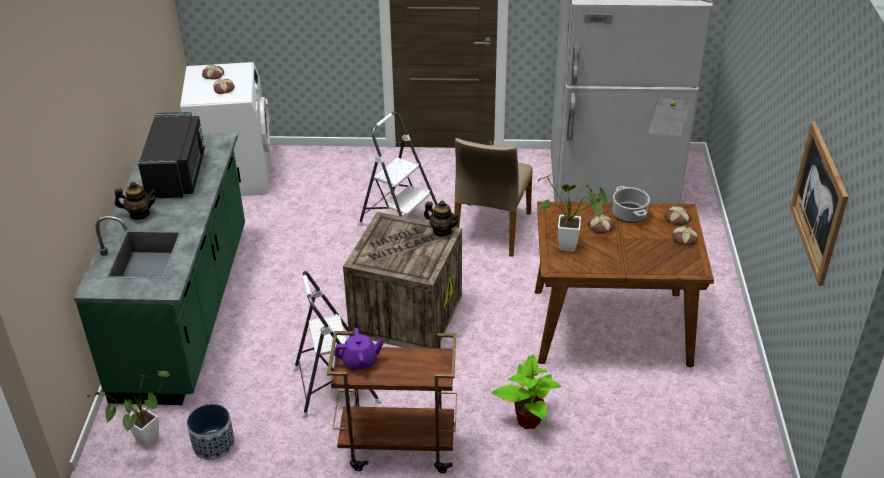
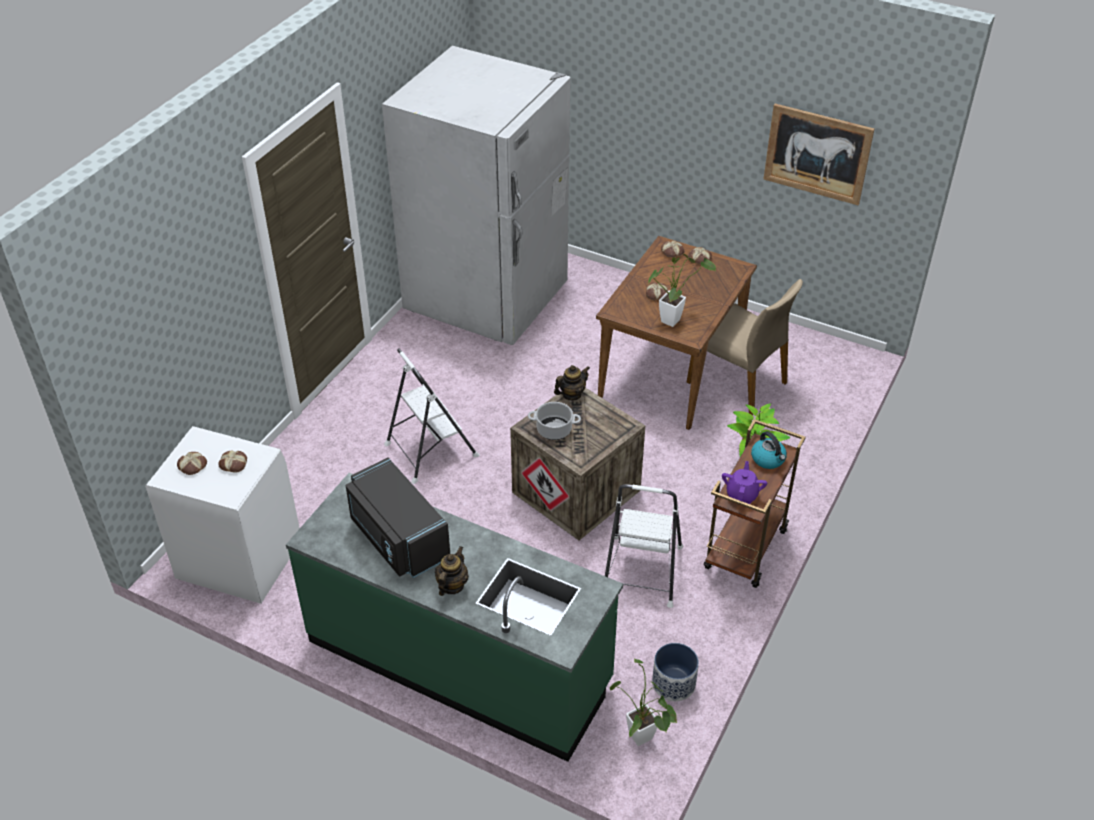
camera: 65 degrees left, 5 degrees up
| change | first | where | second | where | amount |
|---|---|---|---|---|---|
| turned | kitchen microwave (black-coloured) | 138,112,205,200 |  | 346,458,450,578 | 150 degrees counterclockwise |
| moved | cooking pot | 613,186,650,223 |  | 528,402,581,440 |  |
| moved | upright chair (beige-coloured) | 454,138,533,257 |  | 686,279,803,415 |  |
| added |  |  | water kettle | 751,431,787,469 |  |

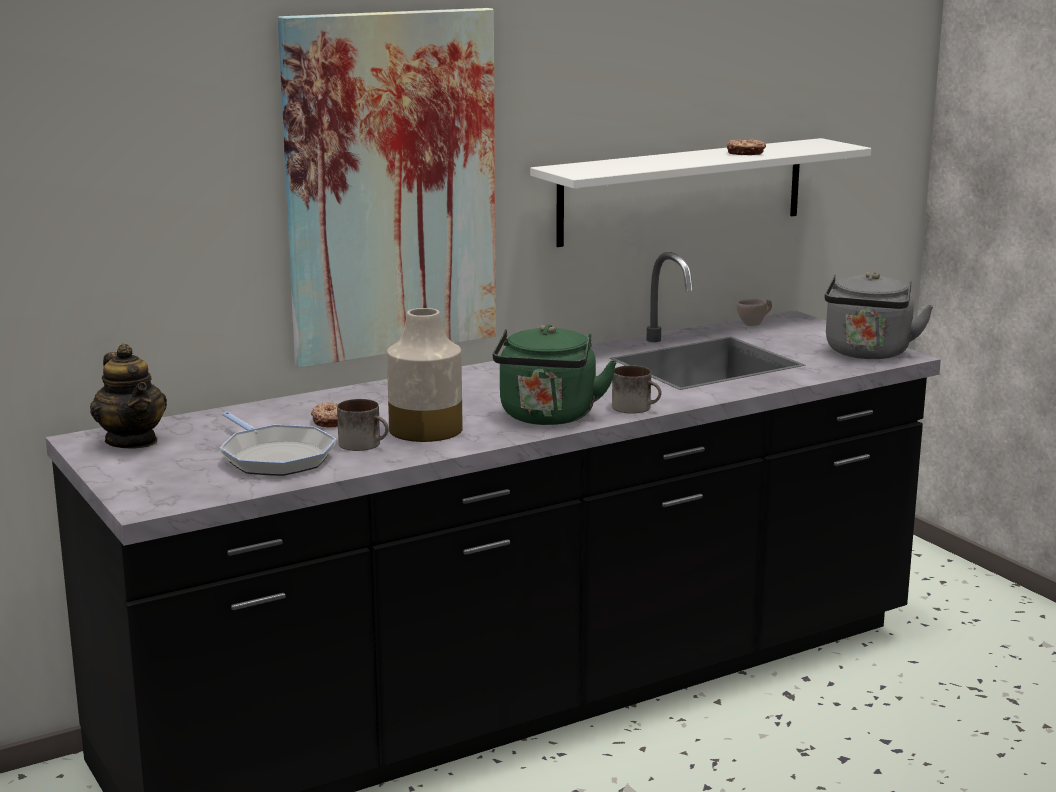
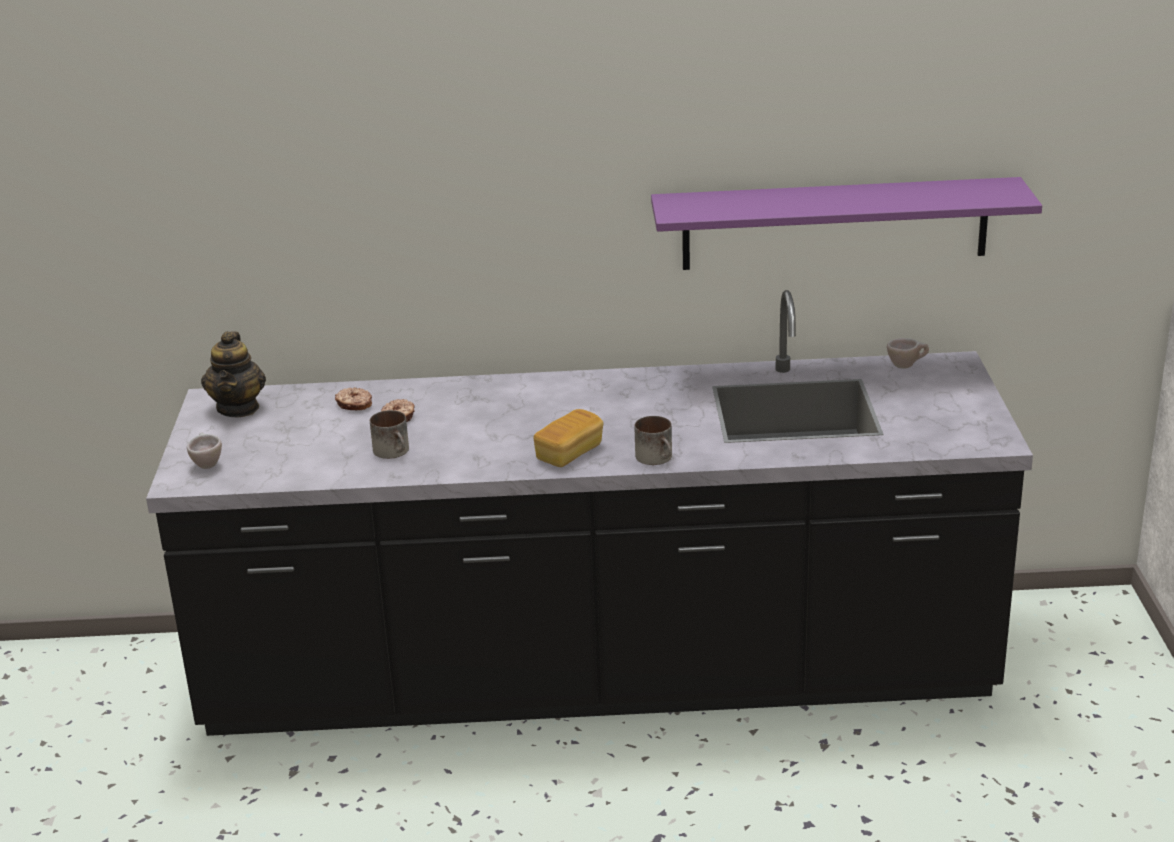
camera: 30 degrees right, 10 degrees up
| change | first | where | second | where | amount |
|---|---|---|---|---|---|
| added |  |  | drinking cup (beige-coloured) | 187,432,222,469 |  |
| moved | donut | 727,139,766,155 |  | 335,387,372,410 |  |
| replaced | water kettle (greenish) | 493,325,617,425 | bread | 533,409,604,467 |  |
| recoloured | wall shelf (white) | 530,138,871,247 | wall shelf (purplish) | 651,177,1042,270 |  |
| removed | frying pan | 220,412,336,476 |  |  |  |
| removed | wall art | 278,8,496,368 |  |  |  |
| removed | flower vase (beige-coloured) | 387,308,463,442 |  |  |  |
| removed | water kettle (gray) | 825,272,934,359 |  |  |  |

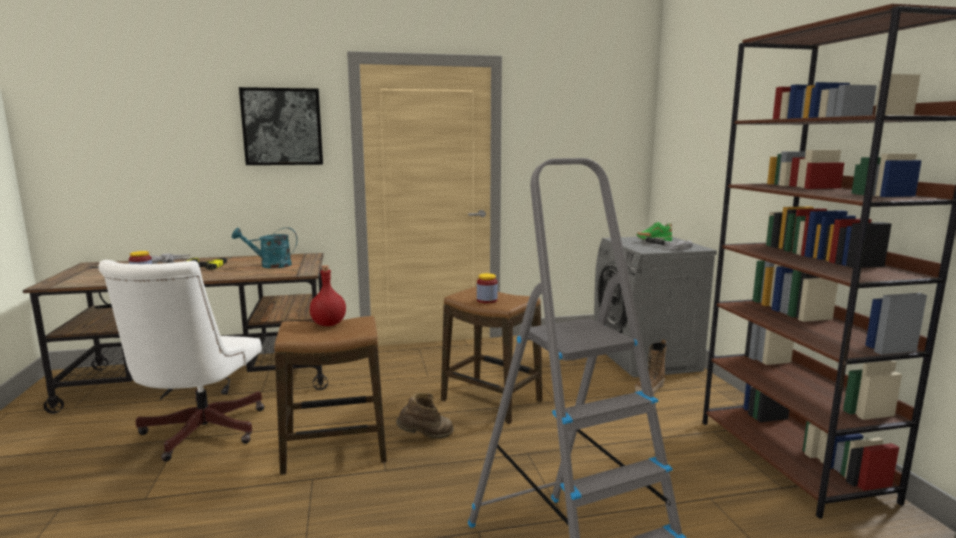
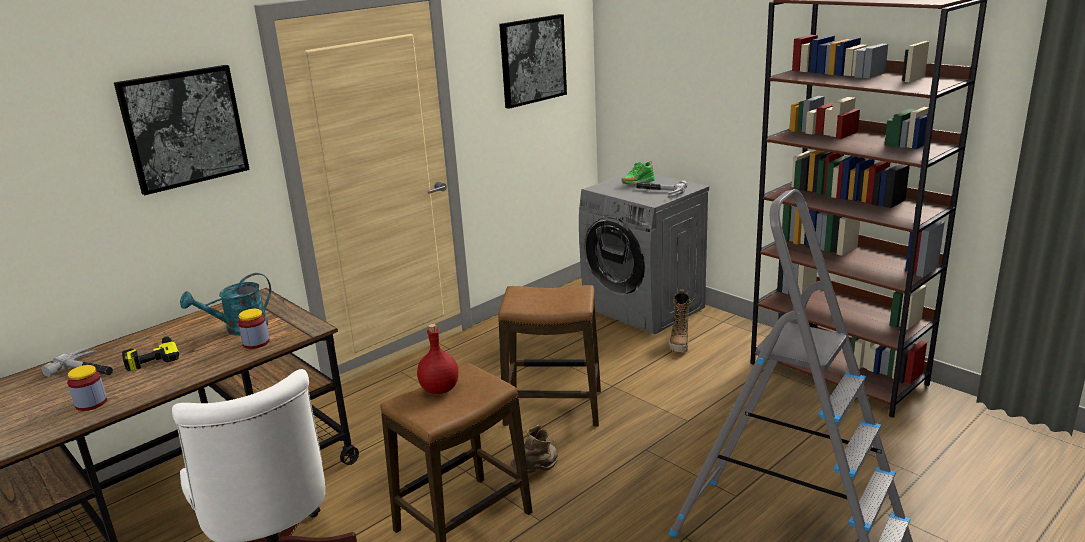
camera: 30 degrees left, 10 degrees up
| change | first | where | second | where | amount |
|---|---|---|---|---|---|
| moved | jar | 477,273,498,304 |  | 238,309,270,349 |  |
| added |  |  | wall art | 499,14,567,109 |  |

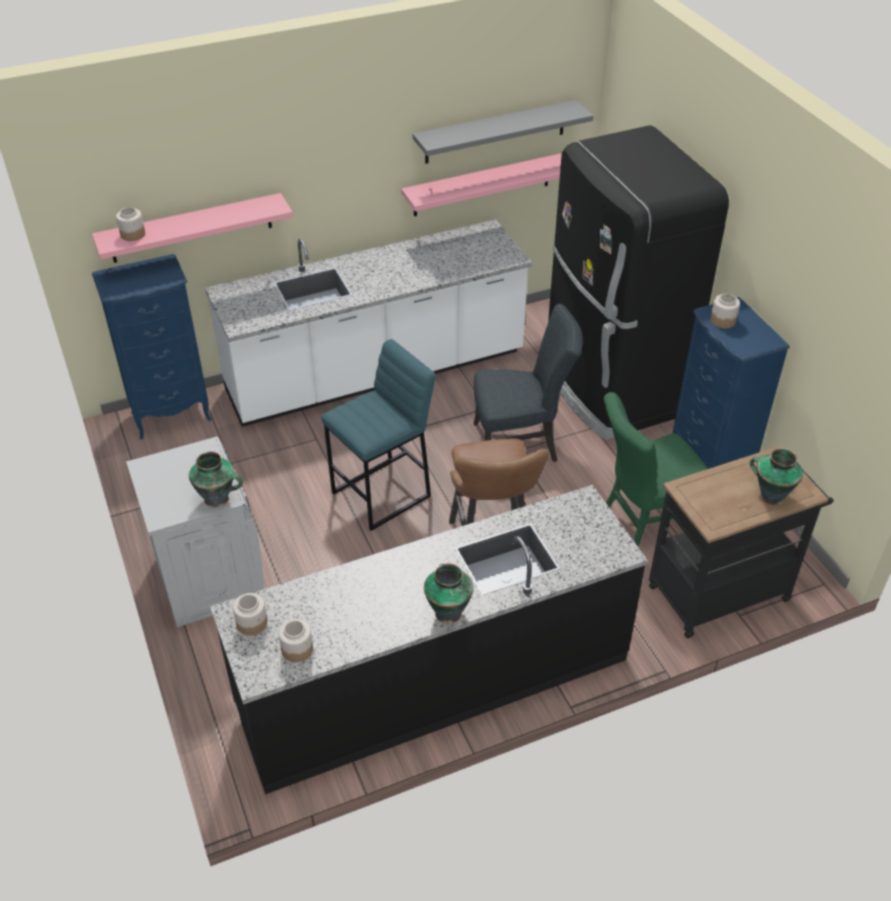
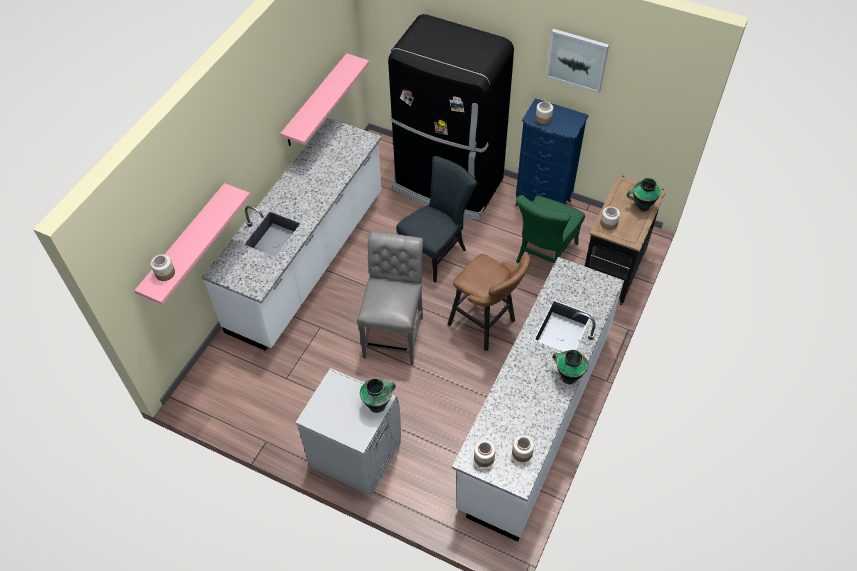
camera: 40 degrees left, 10 degrees up
| change | first | where | second | where | amount |
|---|---|---|---|---|---|
| replaced | stool (blue-green) | 322,339,435,531 | upright chair (gray) | 357,232,423,365 |  |
| recoloured | kitchen counter (black-coloured) | 210,485,648,794 | kitchen counter (white) | 452,257,624,542 |  |
| added |  |  | wall art | 546,29,609,93 |  |
| added |  |  | jar | 600,207,620,230 |  |
| removed | chest of drawers (blue-coloured) | 92,254,211,439 |  |  |  |
| removed | wall shelf (gray) | 413,100,593,164 |  |  |  |

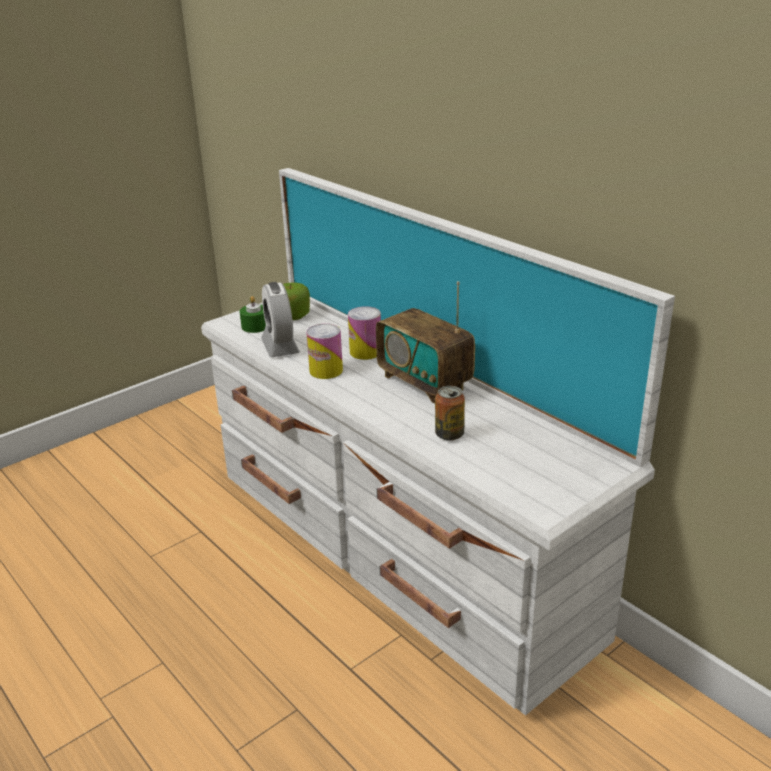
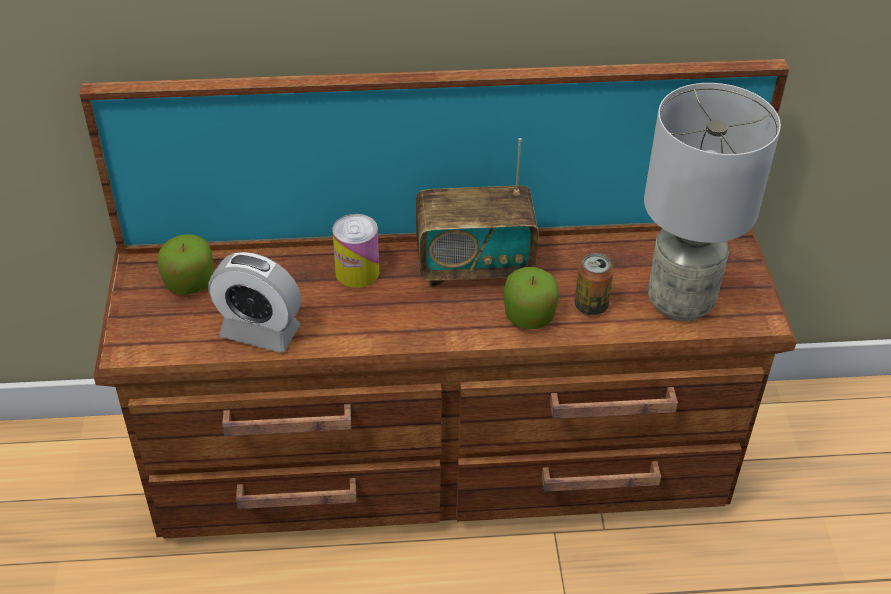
camera: 55 degrees left, 15 degrees up
| change | first | where | second | where | amount |
|---|---|---|---|---|---|
| recoloured | chest of drawers (white) | 201,168,675,716 | chest of drawers (brown-coloured) | 80,59,797,539 |  |
| added |  |  | whole apple | 504,267,559,329 |  |
| added |  |  | tabletop lamp (gray) | 644,83,781,321 |  |
| removed | wax candle (greenish) | 240,296,266,333 |  |  |  |
| removed | metal can | 306,324,343,379 |  |  |  |

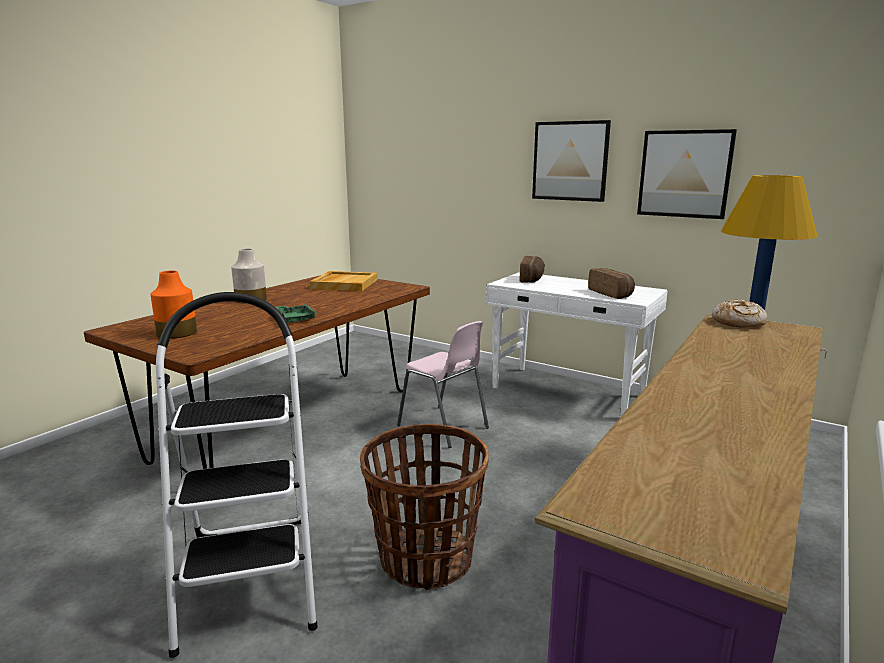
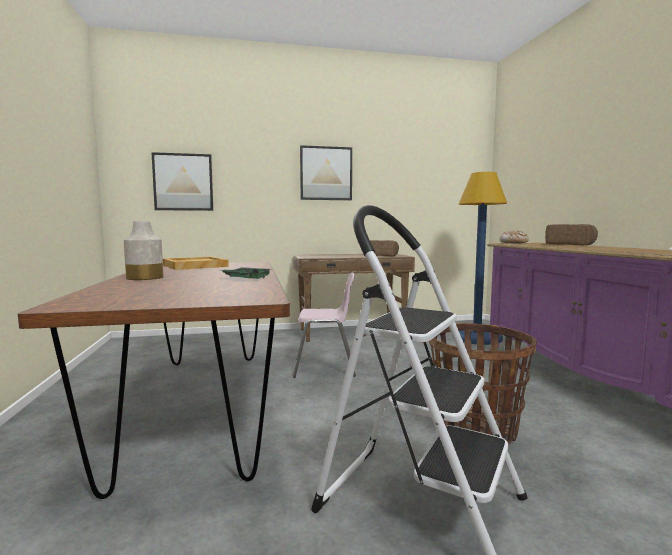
camera: 45 degrees left, 10 degrees down
| change | first | where | second | where | amount |
|---|---|---|---|---|---|
| moved | wall art | 637,129,737,219 |  | 151,152,213,211 |  |
| recoloured | hall table (white) | 485,272,668,417 | hall table (brown-coloured) | 293,254,415,342 |  |
| moved | bread | 520,256,545,283 |  | 545,224,598,245 |  |
| removed | flower vase (orange-coloured) | 150,270,197,339 |  |  |  |

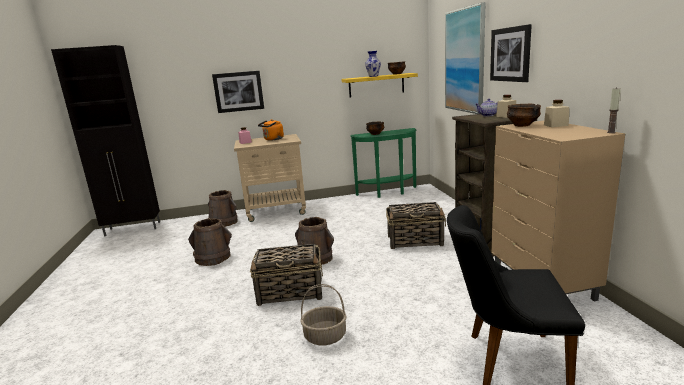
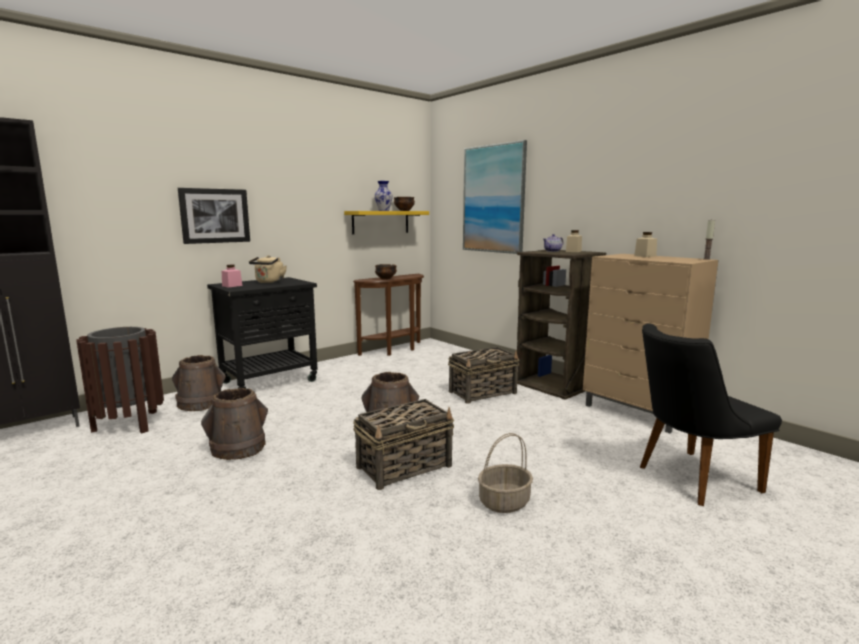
camera: 30 degrees left, 5 degrees down
| change | first | where | second | where | amount |
|---|---|---|---|---|---|
| added |  |  | trash can (brown-coloured) | 76,327,164,433 |  |
| recoloured | cart (beige-coloured) | 234,134,306,222 | cart (black-coloured) | 207,277,318,389 |  |
| recoloured | water kettle (orange-coloured) | 258,119,284,140 | water kettle (beige-coloured) | 249,255,287,283 |  |
| recoloured | hall table (greenish) | 350,128,416,198 | hall table (brown-coloured) | 353,274,424,356 |  |
| removed | wall art | 490,24,532,82 |  |  |  |
| removed | bowl | 507,104,541,127 |  |  |  |

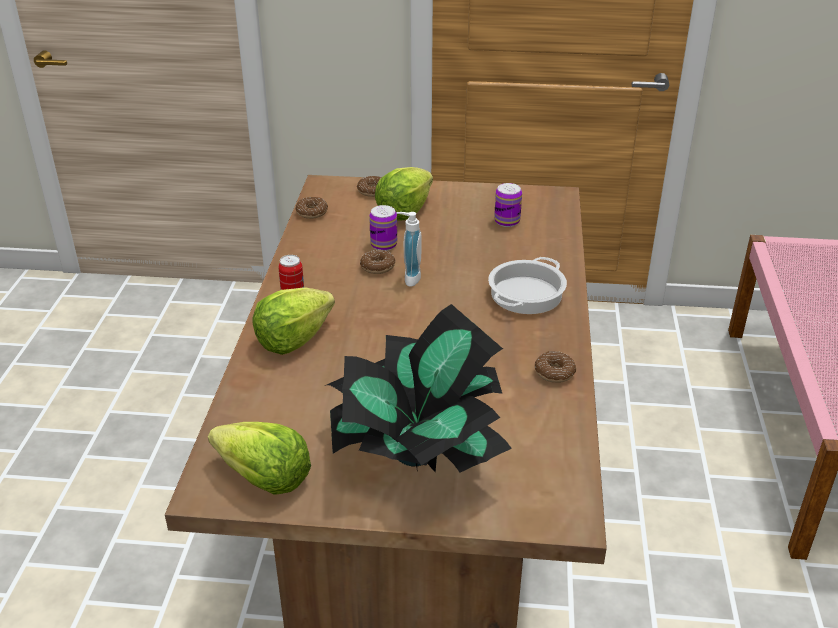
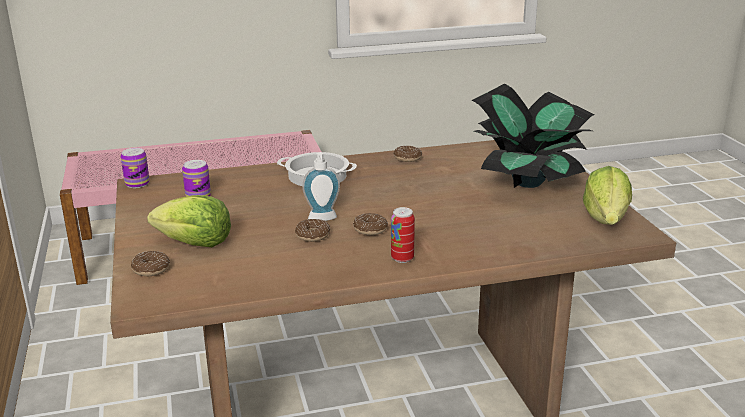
camera: 110 degrees left, 10 degrees down
| change | first | where | second | where | amount |
|---|---|---|---|---|---|
| moved | metal can | 369,205,397,251 |  | 121,148,149,188 |  |
| moved | donut | 295,197,328,219 |  | 353,213,388,235 |  |
| removed | head of lettuce | 253,287,335,355 |  |  |  |

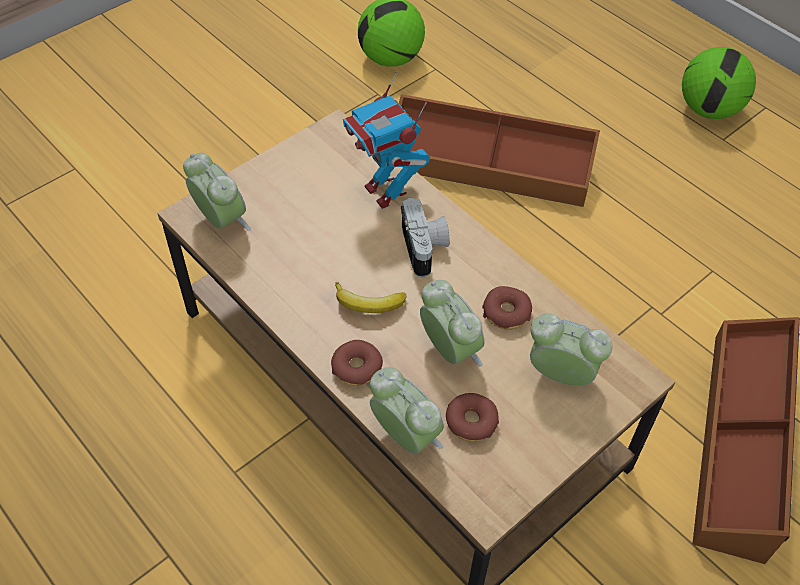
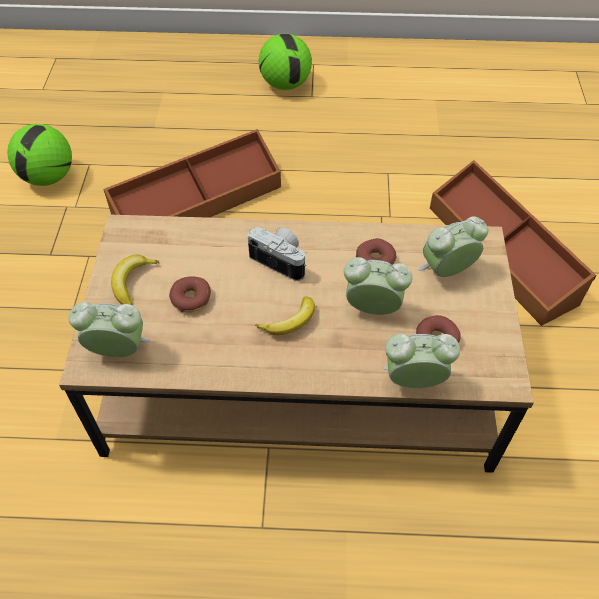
camera: 45 degrees left, 0 degrees up
| change | first | where | second | where | amount |
|---|---|---|---|---|---|
| added |  |  | banana | 111,255,159,305 |  |
| moved | donut | 331,340,383,386 |  | 169,276,211,312 |  |
| removed | toy robot | 343,71,430,209 |  |  |  |

